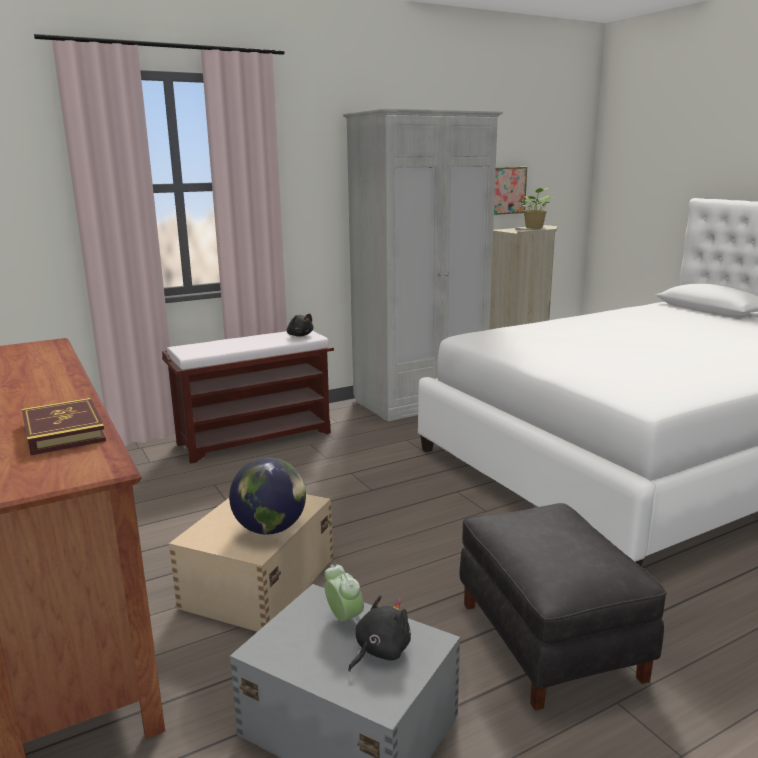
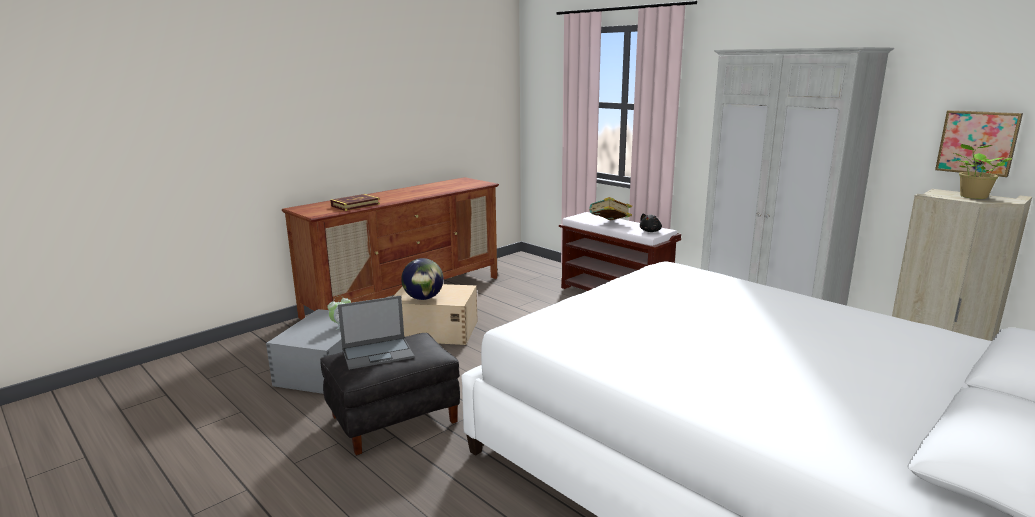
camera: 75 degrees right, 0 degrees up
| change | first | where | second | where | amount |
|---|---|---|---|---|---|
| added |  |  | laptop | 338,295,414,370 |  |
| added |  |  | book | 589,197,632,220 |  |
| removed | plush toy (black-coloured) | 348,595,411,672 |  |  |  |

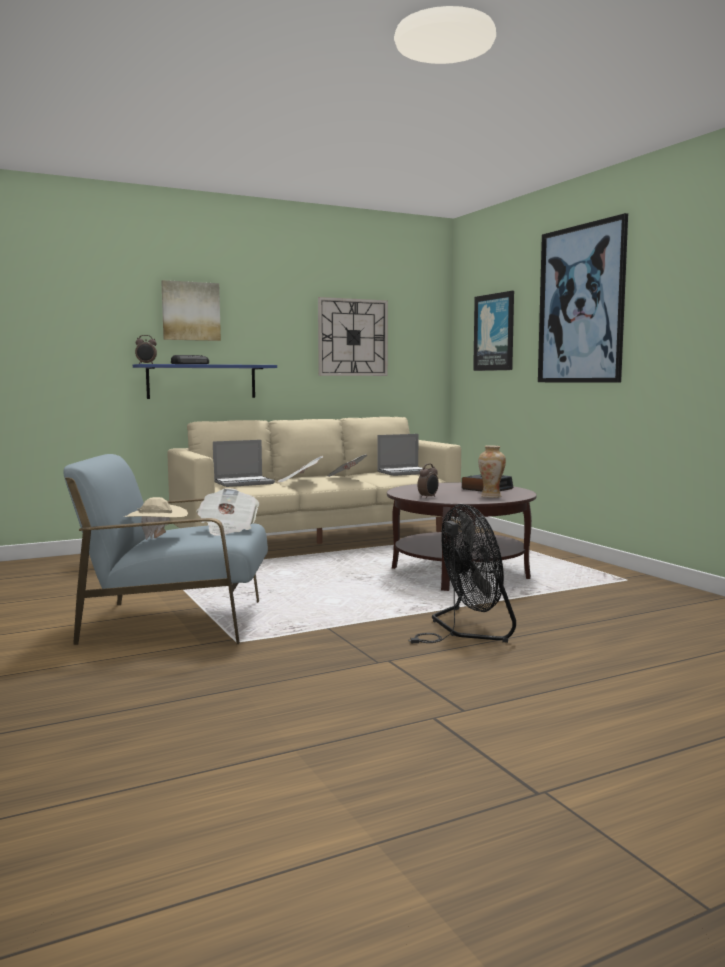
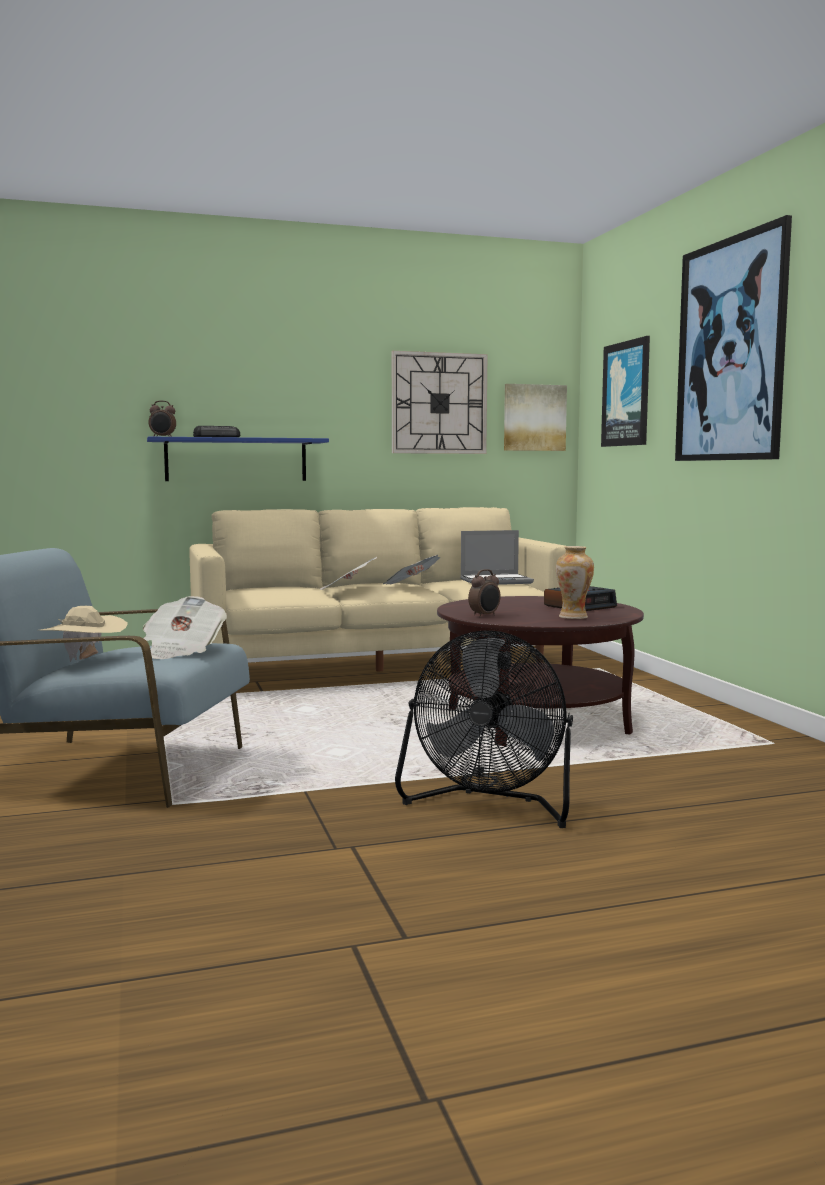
camera: 10 degrees right, 0 degrees up
| change | first | where | second | where | amount |
|---|---|---|---|---|---|
| turned | fan (black-coloured) | 408,504,516,643 |  | 395,630,573,828 | 120 degrees clockwise |
| moved | wall art | 161,280,221,341 |  | 504,384,567,451 |  |
| removed | laptop | 213,440,275,487 |  |  |  |

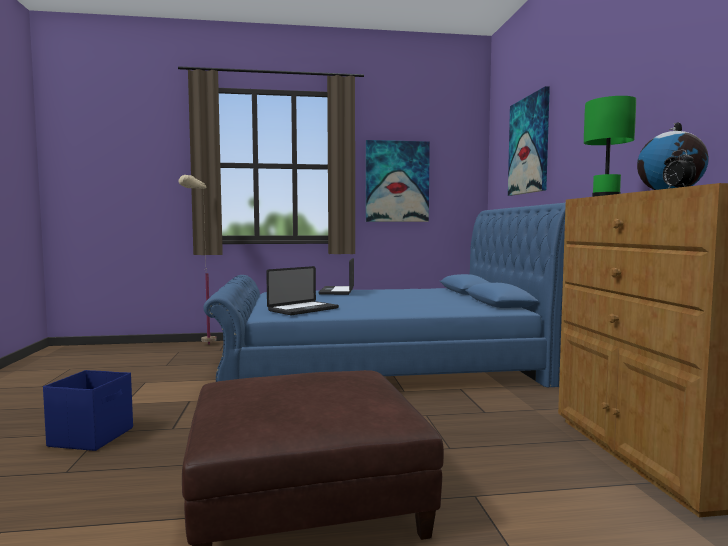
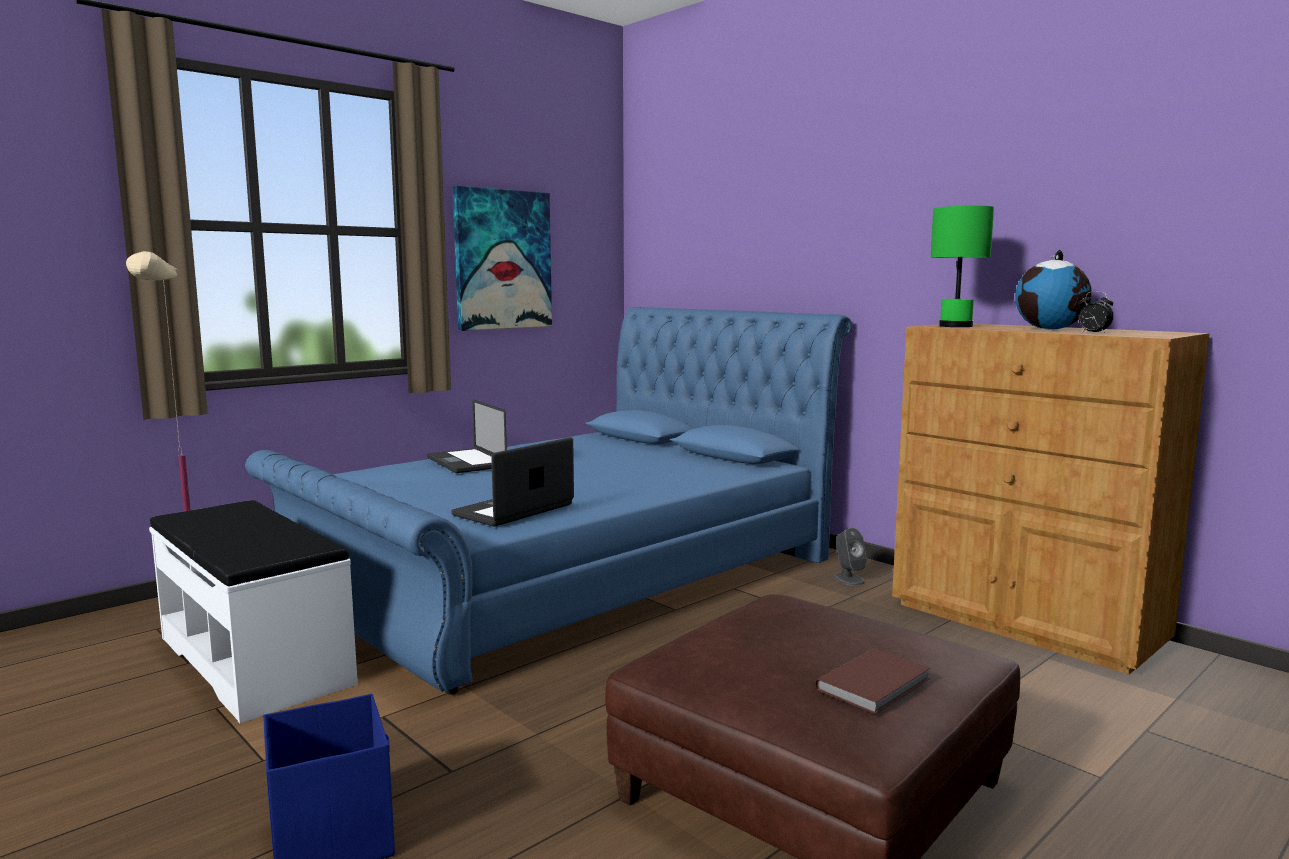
camera: 35 degrees left, 5 degrees up
| change | first | where | second | where | amount |
|---|---|---|---|---|---|
| added |  |  | long seat (white) | 149,500,358,723 |  |
| turned | laptop | 266,266,339,315 |  | 451,437,574,526 | 150 degrees counterclockwise |
| added |  |  | book (brown-coloured) | 815,648,930,714 |  |
| added |  |  | speaker (gray) | 833,528,867,586 |  |
| removed | wall art | 508,86,550,196 |  |  |  |

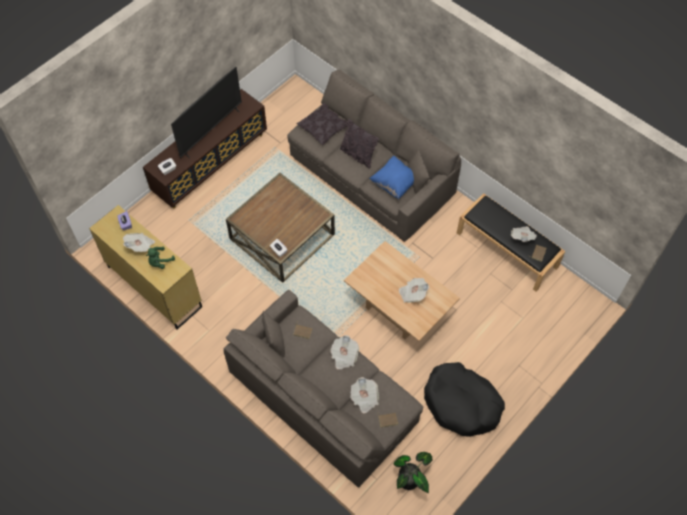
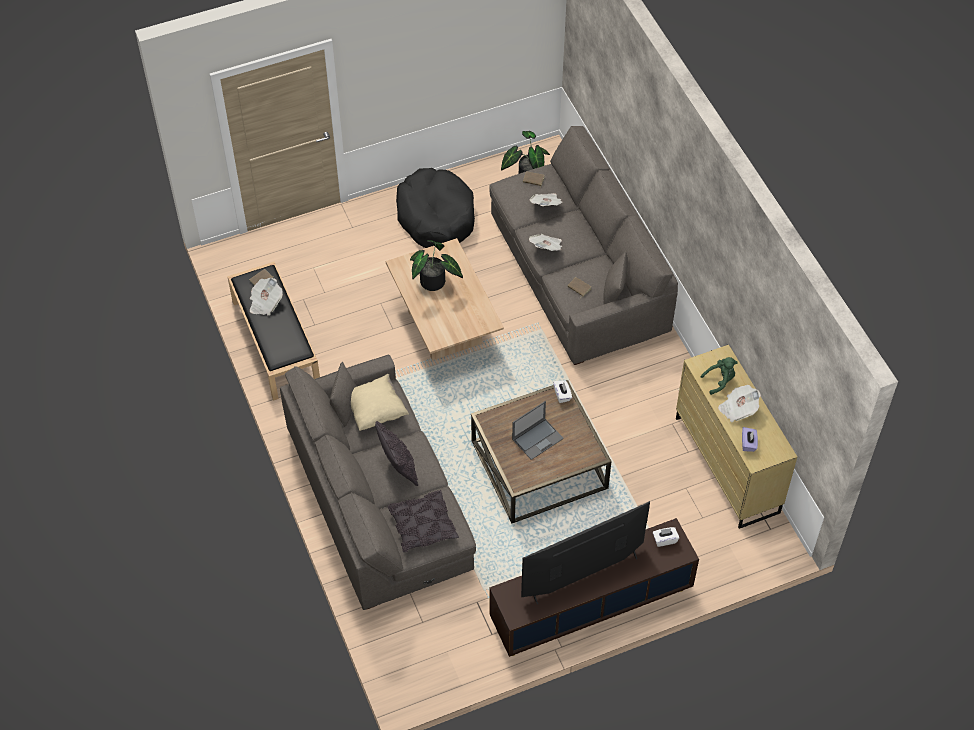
camera: 155 degrees left, 5 degrees down
| change | first | where | second | where | amount |
|---|---|---|---|---|---|
| recoloured | pillow (blue-coloured) | 369,155,414,200 | pillow (beige-coloured) | 351,374,409,431 |  |
| replaced | printed paper | 399,278,429,303 | potted plant | 410,240,463,291 |  |
| added |  |  | laptop | 512,401,564,460 |  |

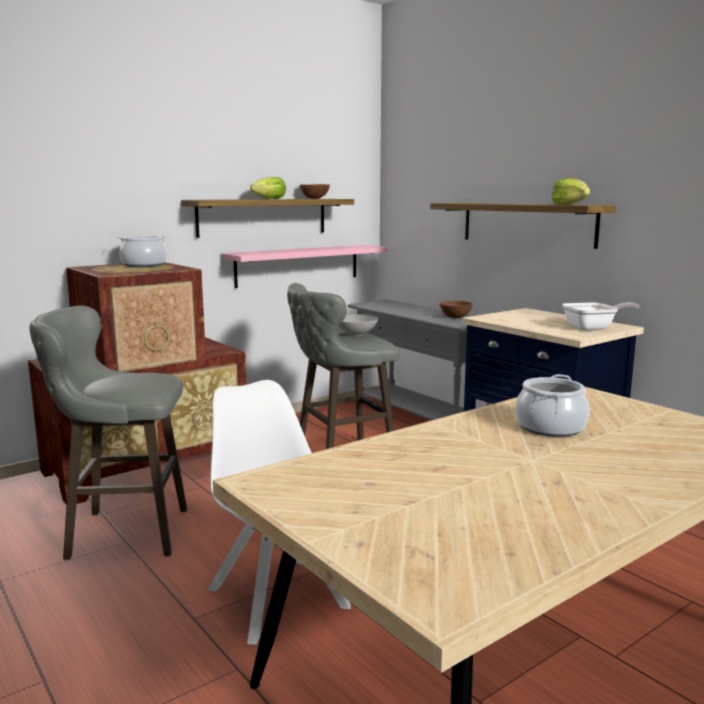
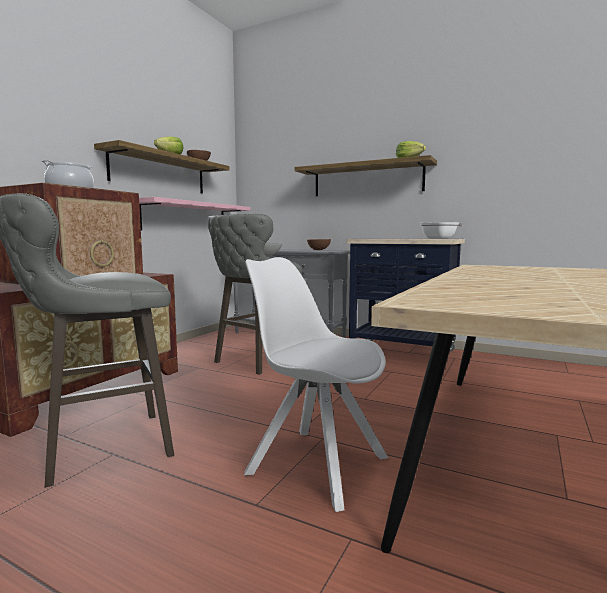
camera: 25 degrees left, 5 degrees down
| change | first | where | second | where | amount |
|---|---|---|---|---|---|
| removed | cooking pot | 515,374,590,437 |  |  |  |

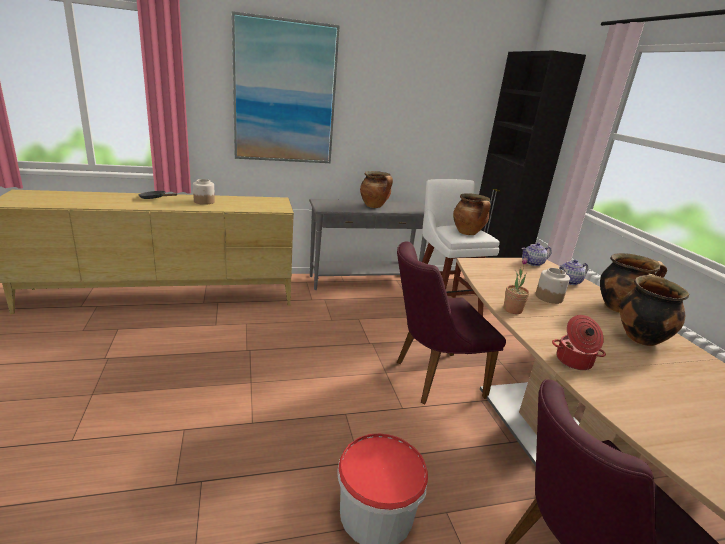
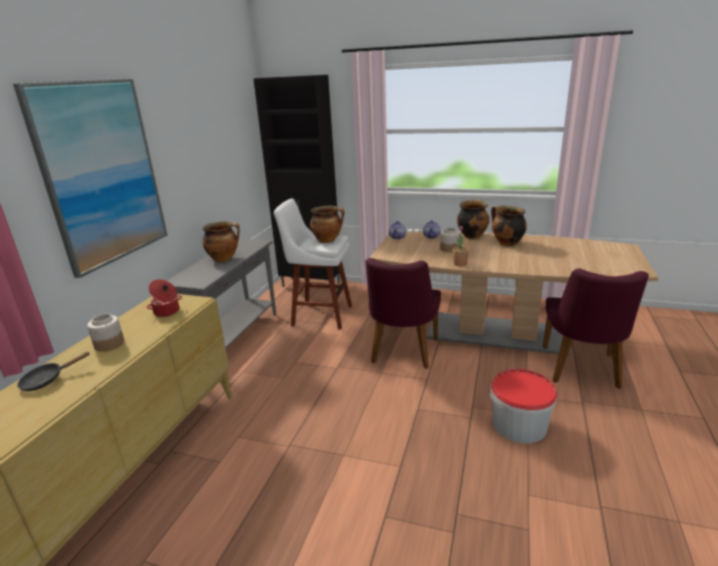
camera: 55 degrees left, 0 degrees up
| change | first | where | second | where | amount |
|---|---|---|---|---|---|
| moved | cooking pot | 552,315,606,370 |  | 146,279,182,317 |  |

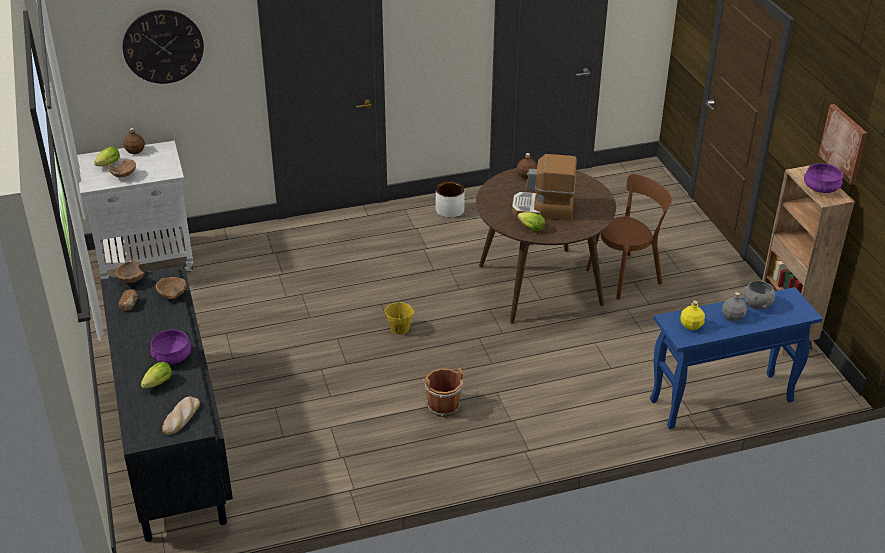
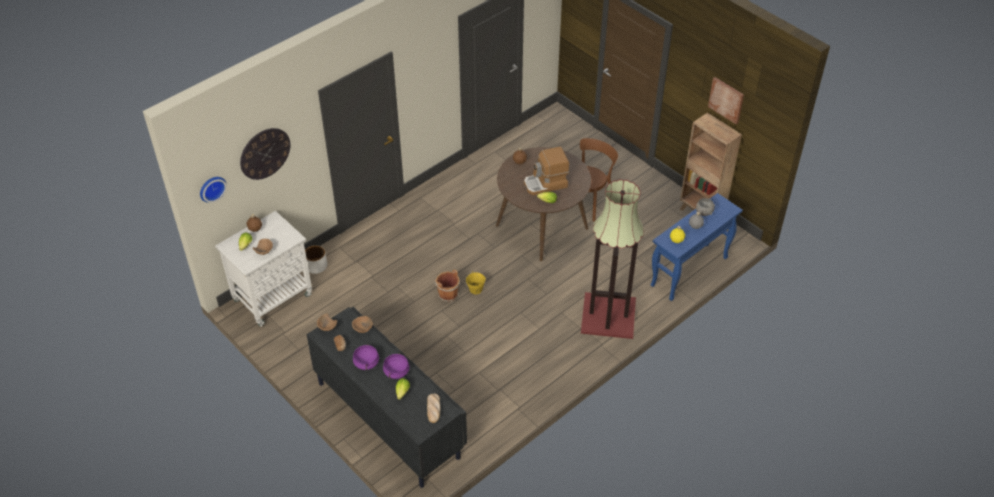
camera: 25 degrees left, 10 degrees up
| change | first | where | second | where | amount |
|---|---|---|---|---|---|
| added |  |  | wall clock | 200,177,227,203 |  |
| moved | flower pot (white) | 435,182,465,218 |  | 305,245,327,274 |  |
| moved | cooking pot (purplish) | 804,163,843,193 |  | 353,344,379,370 |  |
| moved | pail (brown-coloured) | 422,368,463,417 |  | 434,269,460,302 |  |
| added |  |  | standard lamp | 581,179,644,339 |  |

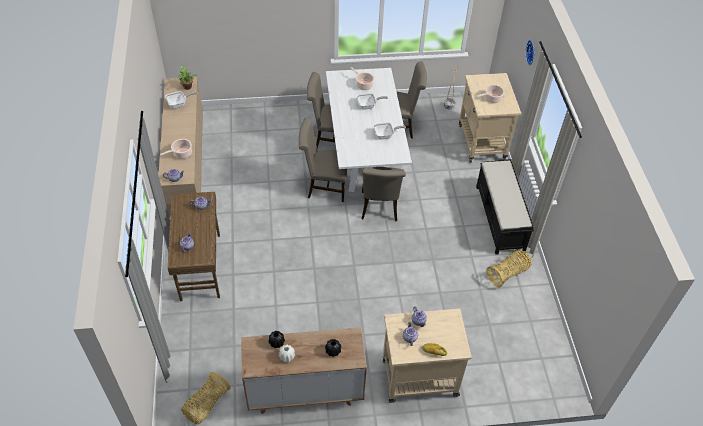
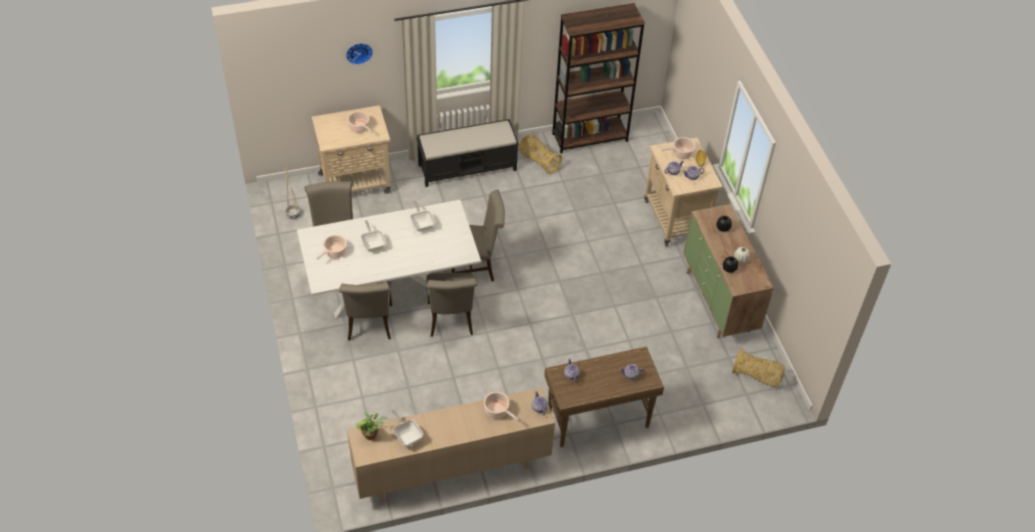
camera: 100 degrees left, 0 degrees up
| change | first | where | second | where | amount |
|---|---|---|---|---|---|
| added |  |  | shelving unit (brown-coloured) | 552,3,645,154 |  |
| added |  |  | cooking pot | 661,137,695,159 |  |

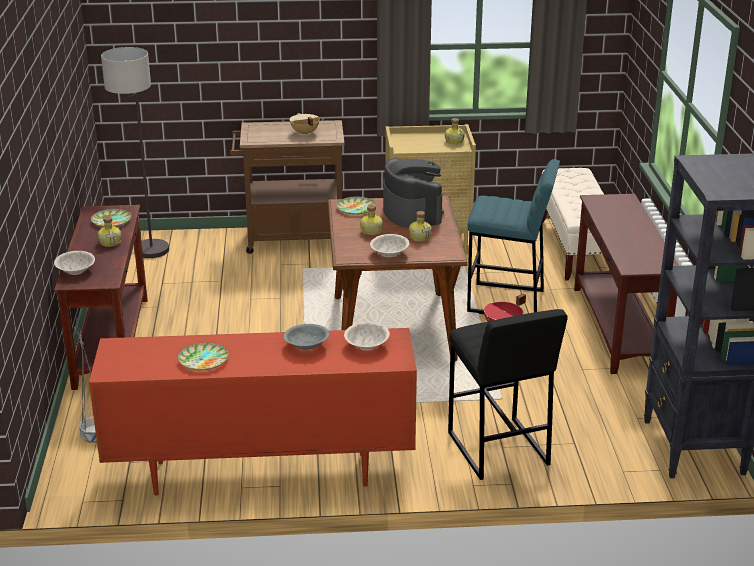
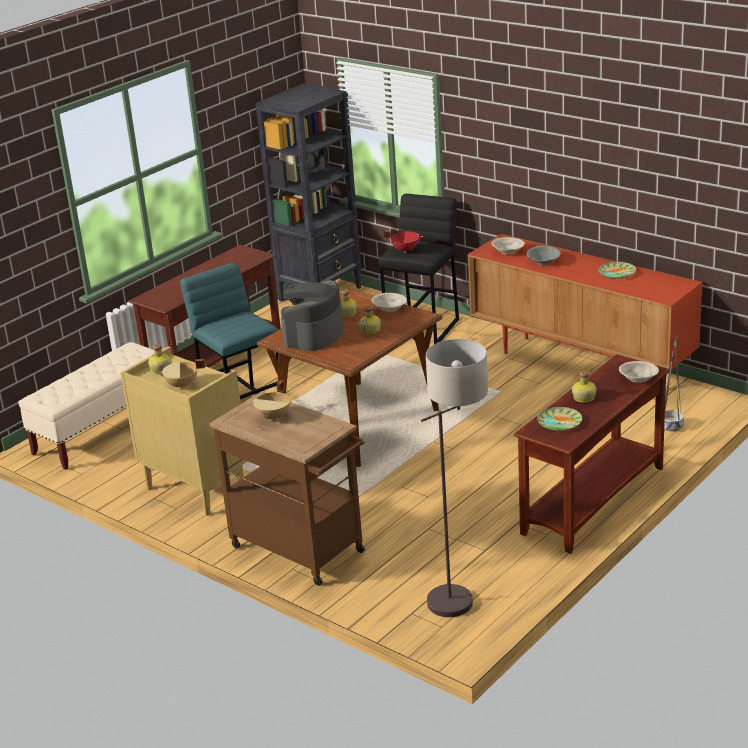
camera: 135 degrees left, 0 degrees up
| change | first | where | second | where | amount |
|---|---|---|---|---|---|
| added |  |  | cooking pot (beige-coloured) | 157,359,205,389 |  |
| removed | plate | 336,197,376,215 |  |  |  |

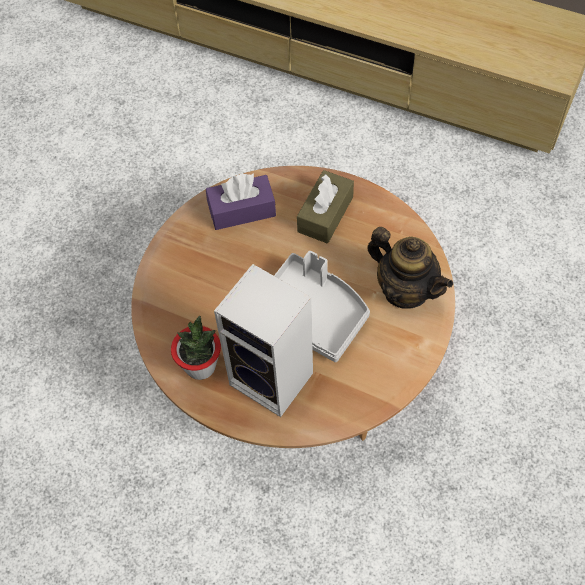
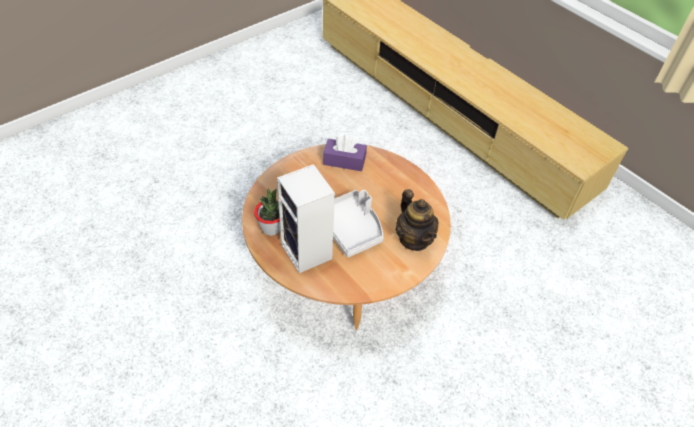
camera: 20 degrees right, 10 degrees down
| change | first | where | second | where | amount |
|---|---|---|---|---|---|
| removed | box of tissues (brown-coloured) | 297,170,354,243 |  |  |  |

